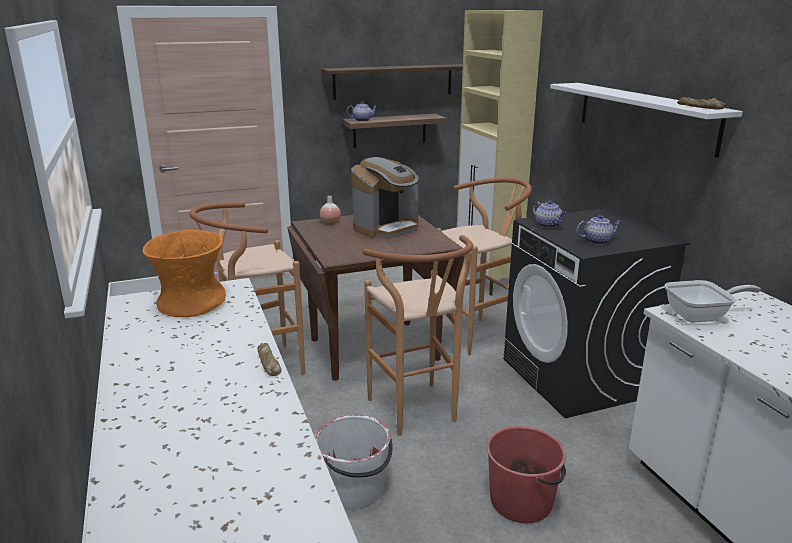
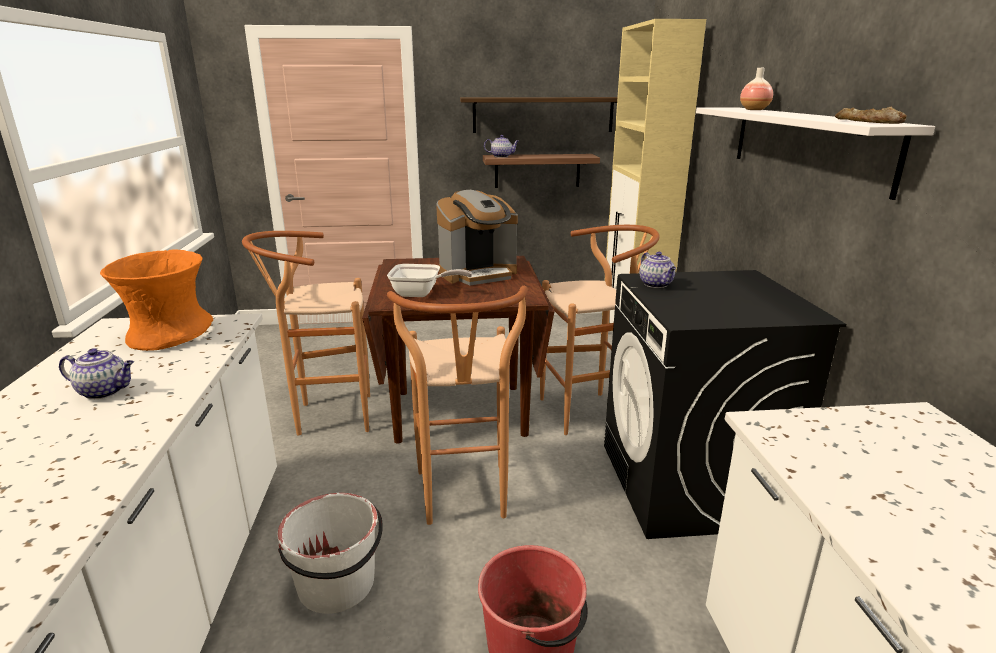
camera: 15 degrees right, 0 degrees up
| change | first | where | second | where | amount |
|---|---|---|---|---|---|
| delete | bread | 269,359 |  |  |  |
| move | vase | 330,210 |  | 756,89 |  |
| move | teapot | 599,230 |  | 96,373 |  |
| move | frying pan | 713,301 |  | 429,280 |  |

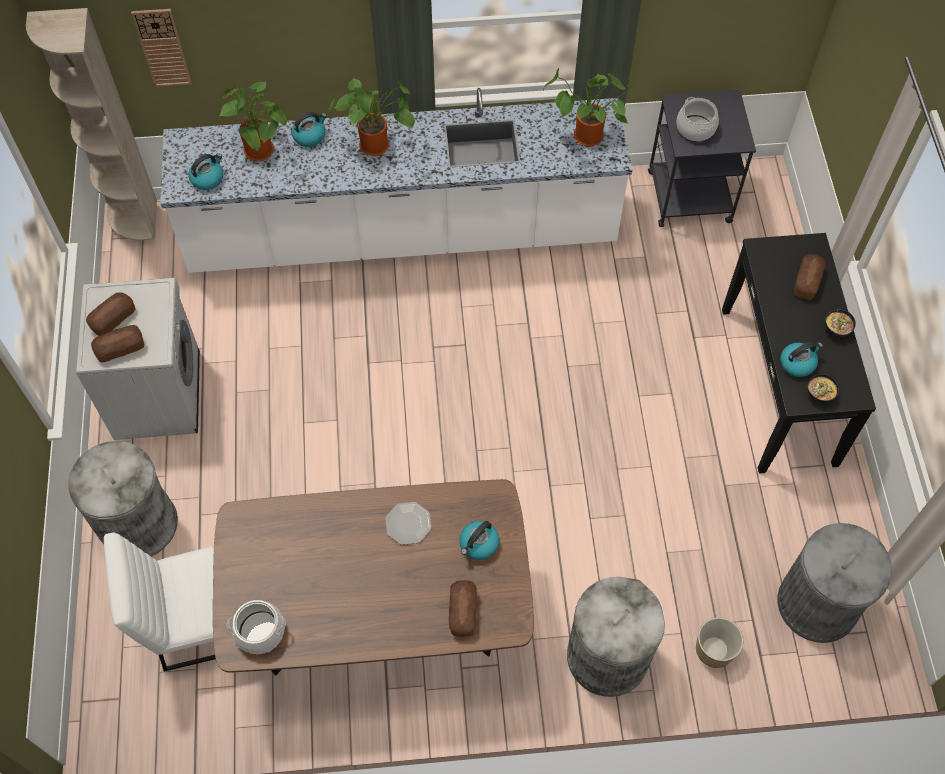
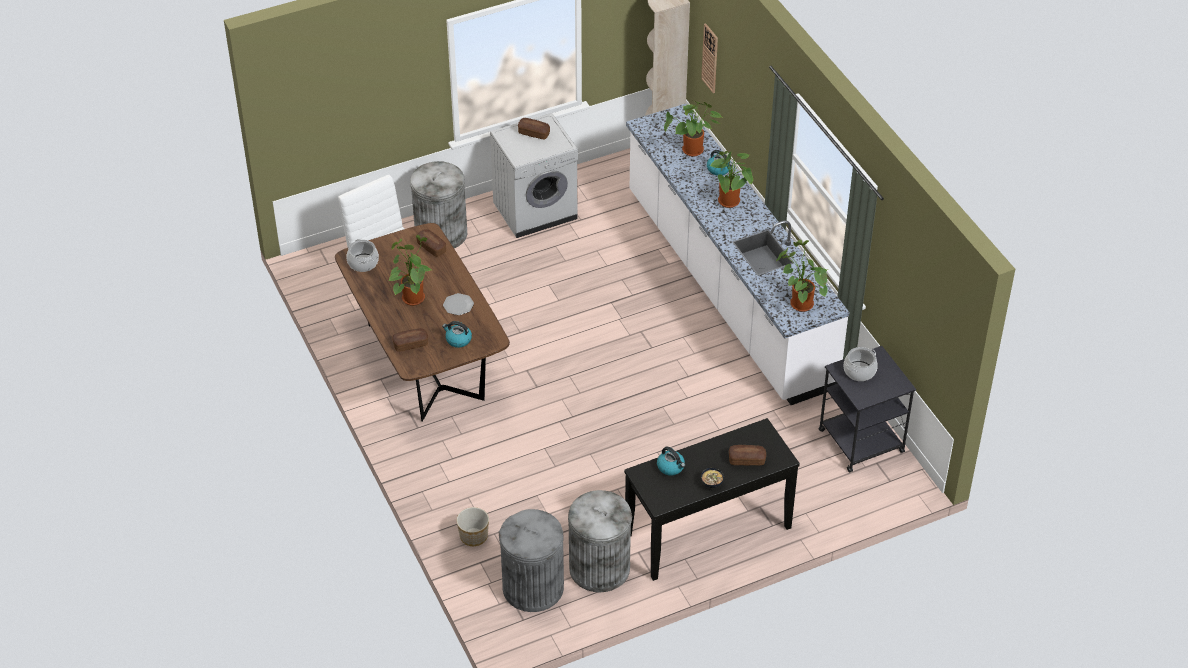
camera: 70 degrees right, 15 degrees down
| change | first | where | second | where | amount |
|---|---|---|---|---|---|
| delete | kettle | 205,171 |  |  |  |
| delete | bowl | 823,388 |  |  |  |
| insert |  |  | potted plant | 409,270 |  |
| move | bread | 117,344 |  | 431,243 |  |
| move | grey trash can | 616,637 |  | 600,541 |  |

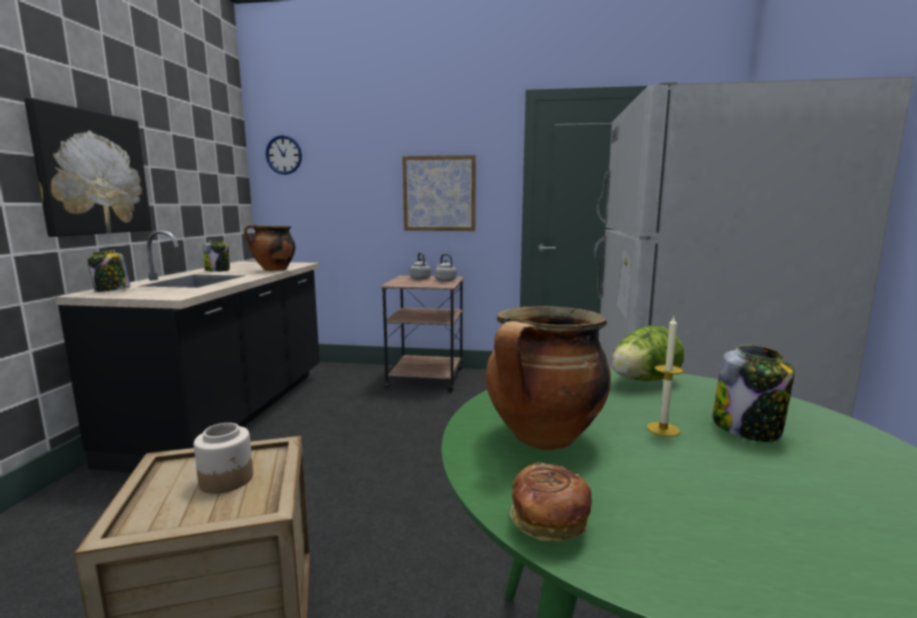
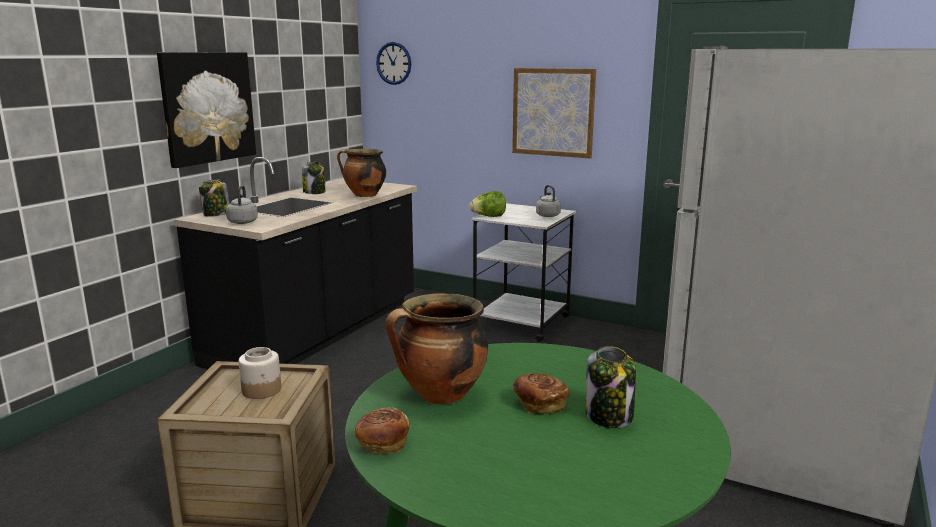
camera: 20 degrees right, 5 degrees up
| change | first | where | second | where | amount |
|---|---|---|---|---|---|
| move | grey kettle | 420,266 |  | 242,204 |  |
| move | lettuce | 648,353 |  | 487,204 |  |
| replace | candle | 665,377 | bread | 541,393 |  |
| recolor | brown cart | 422,334 | white cart | 523,272 |  |

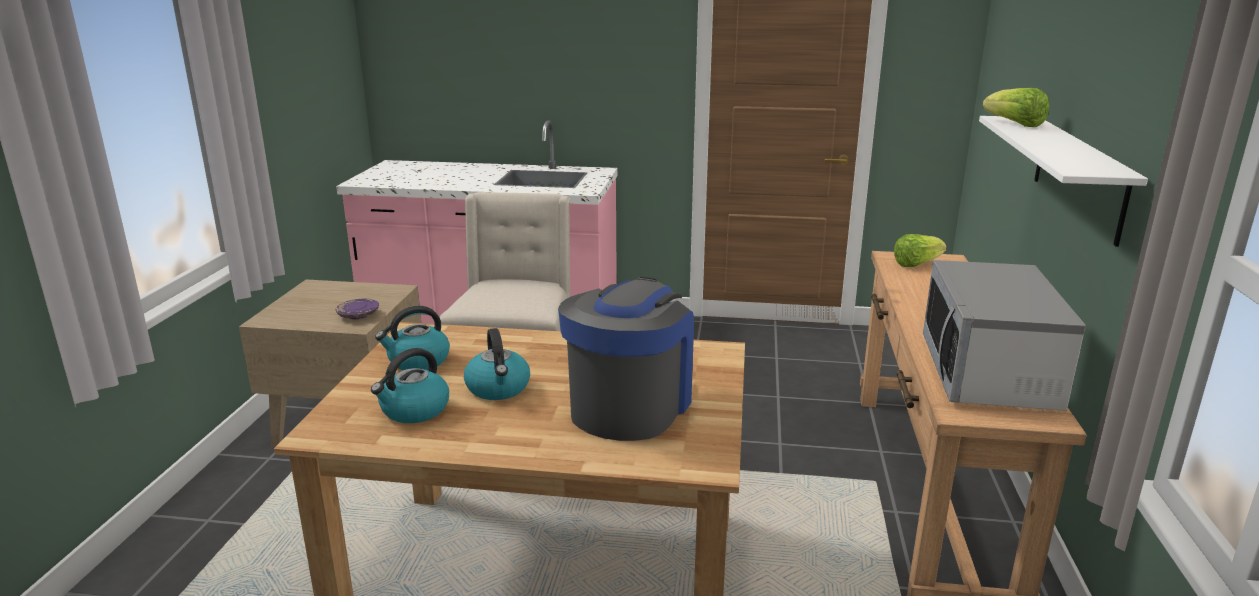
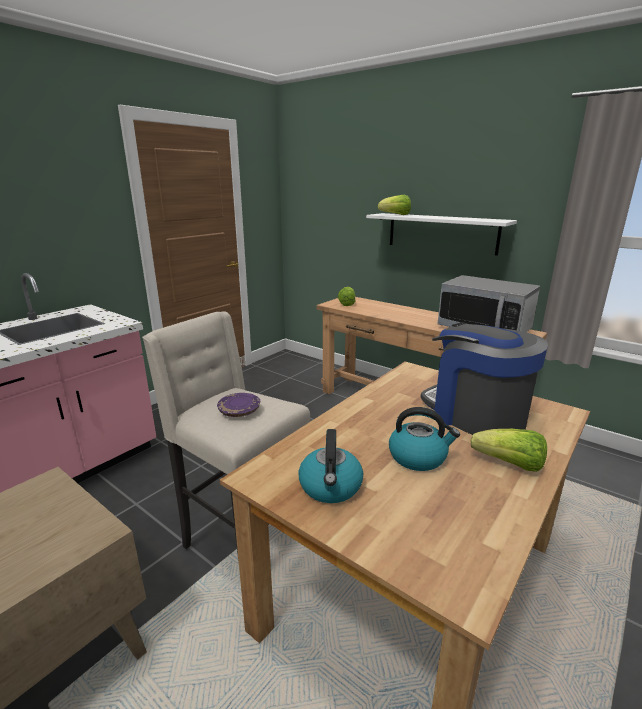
camera: 60 degrees left, 0 degrees up
| change | first | where | second | where | amount |
|---|---|---|---|---|---|
| delete | kettle | 410,385 |  |  |  |
| insert |  |  | lettuce | 508,450 |  |
| move | purple plate | 357,309 |  | 238,405 |  |

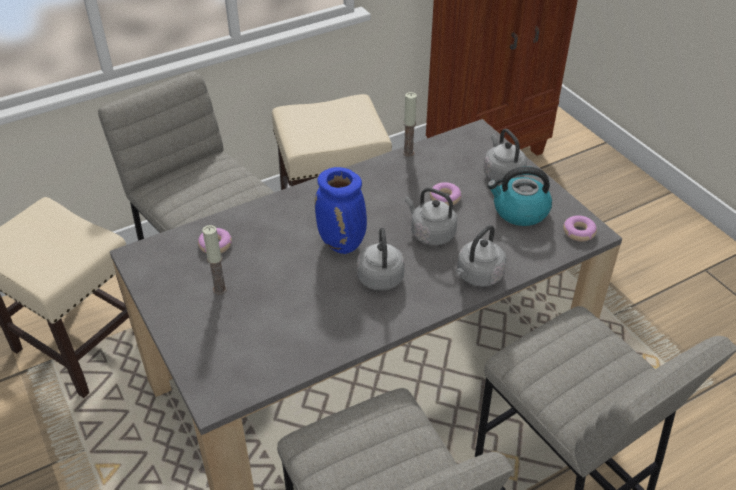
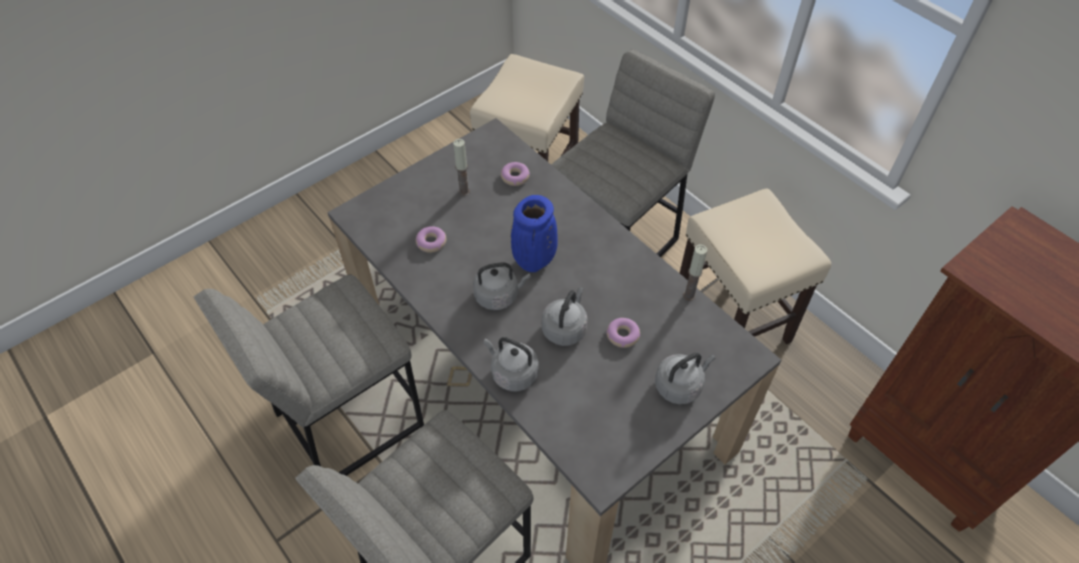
camera: 80 degrees right, 10 degrees up
| change | first | where | second | where | amount |
|---|---|---|---|---|---|
| delete | kettle | 519,196 |  |  |  |
| move | donut | 580,229 |  | 431,239 |  |

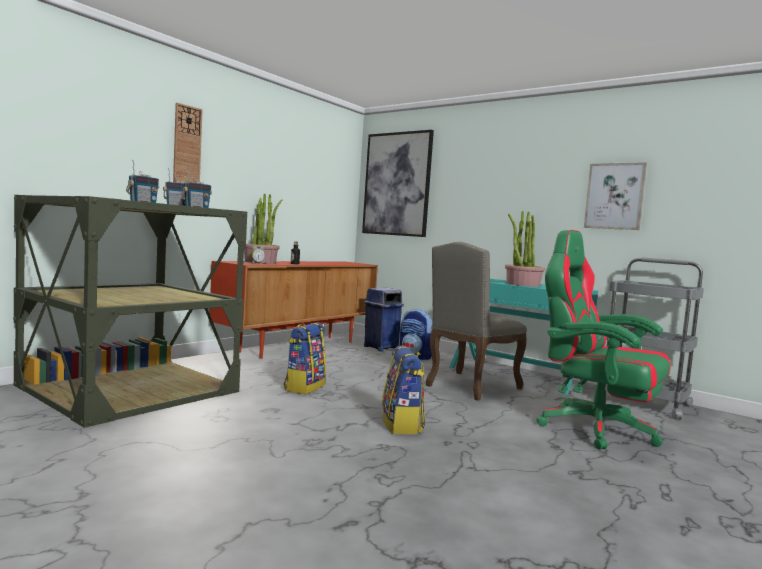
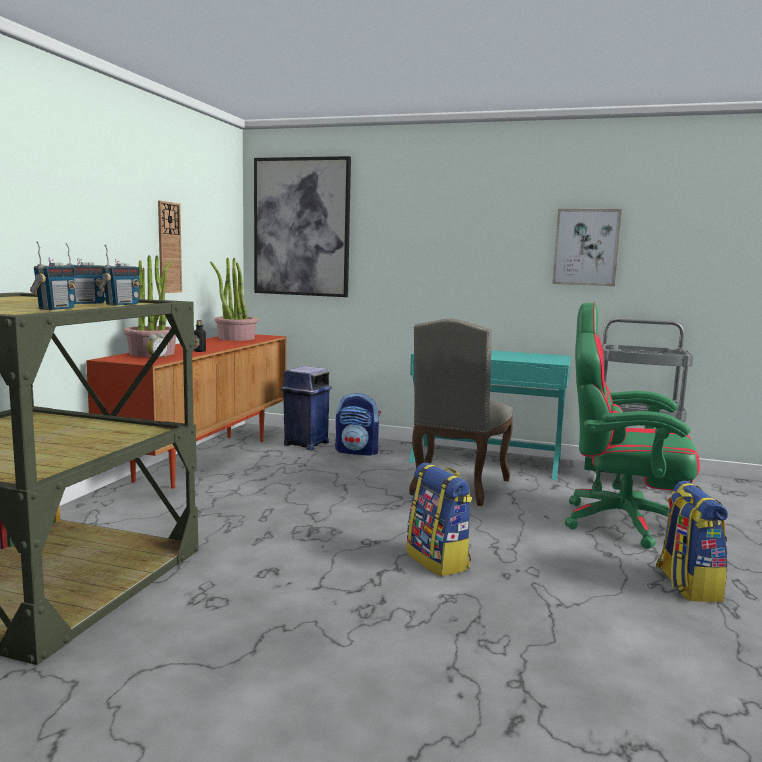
camera: 20 degrees left, 5 degrees up
| change | first | where | second | where | amount |
|---|---|---|---|---|---|
| move | wall clock | 188,143 |  | 170,247 |  |
| move | backpack | 305,358 |  | 691,541 |  |
| move | potted plant | 525,249 |  | 234,299 |  |

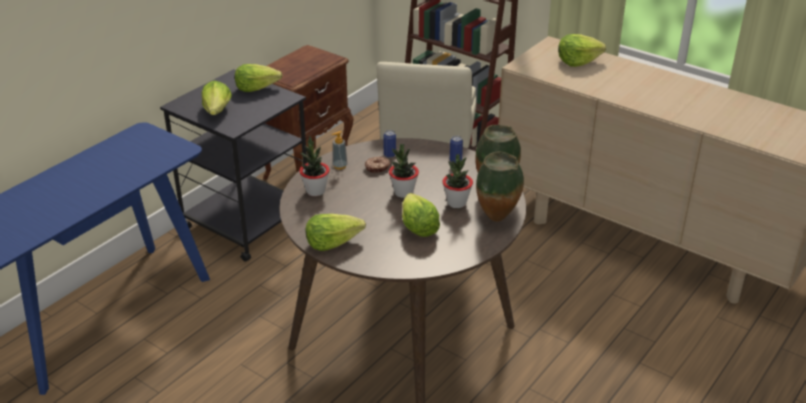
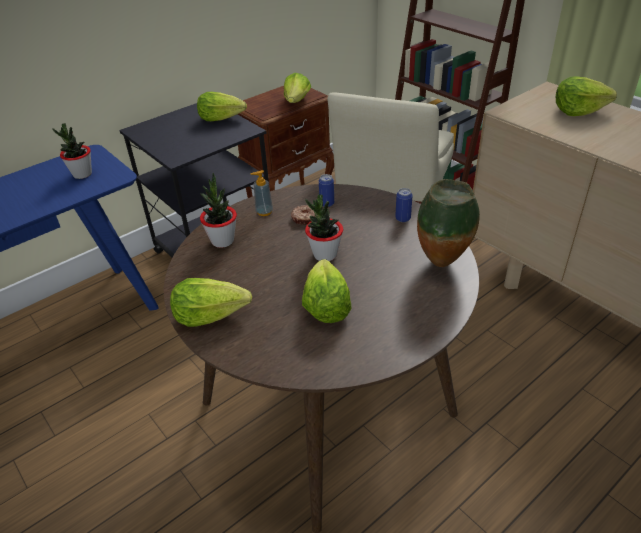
camera: 15 degrees right, 5 degrees up
| change | first | where | second | where | amount |
|---|---|---|---|---|---|
| delete | vase | 500,186 |  |  |  |
| move | lettuce | 217,97 |  | 297,88 |  |
| move | potted plant | 457,181 |  | 72,151 |  |

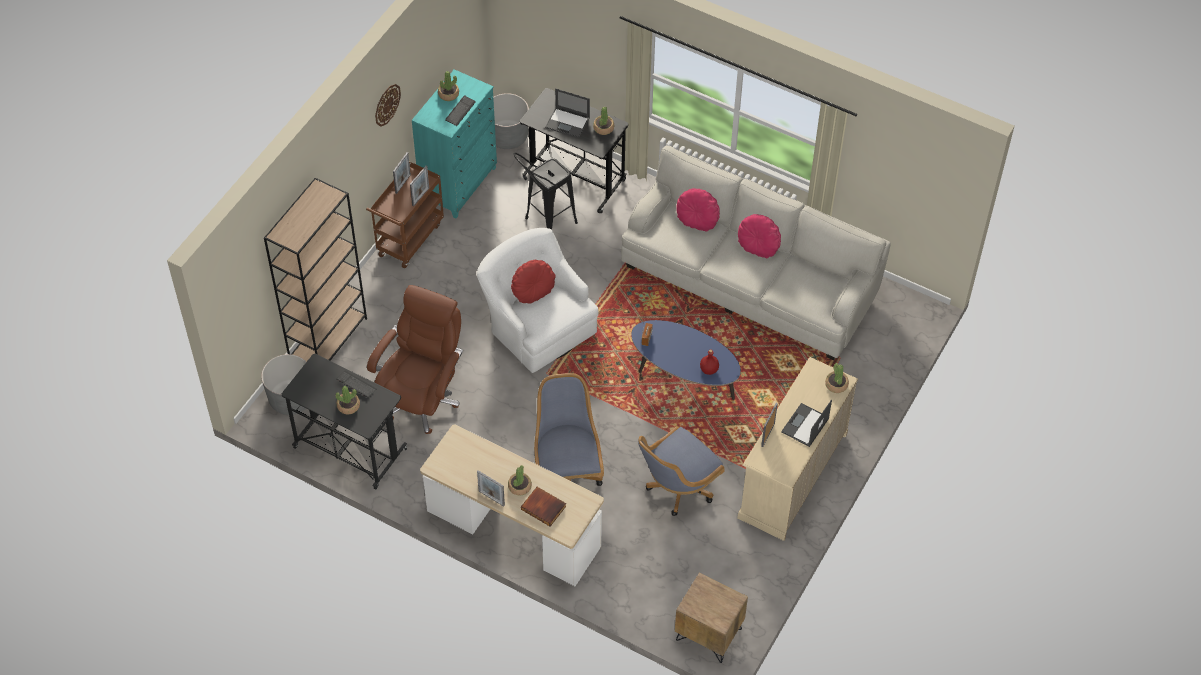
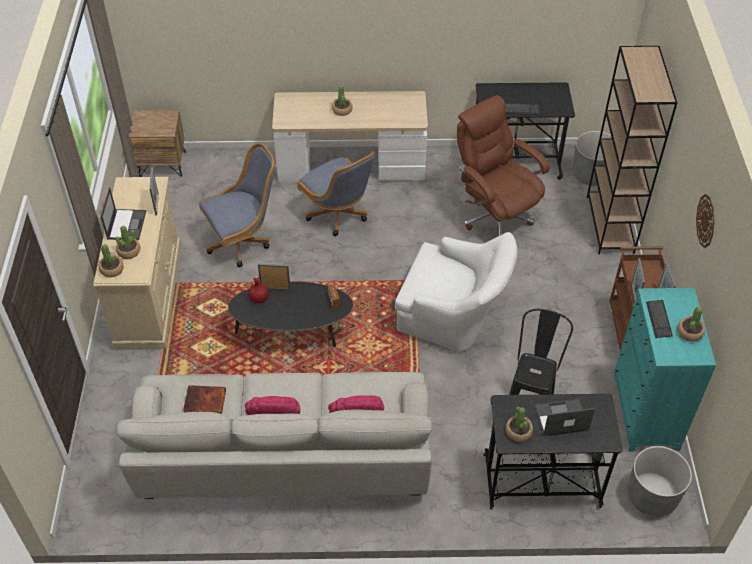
camera: 150 degrees right, 5 degrees down
| change | first | where | second | where | amount |
|---|---|---|---|---|---|
| delete | red pillow | 533,282 |  |  |  |
| move | potted plant | 348,400 |  | 128,242 |  |
| move | picture frame | 491,488 |  | 274,276 |  |
| move | book | 543,506 |  | 204,399 |  |
| recolor | blue coffee table | 686,360 | black coffee table | 290,314 |  |
| rotate | brown office chair | 415,359 |  | 503,165 | 150 degrees clockwise |
| rotate | blue office chair | 681,471 |  | 237,205 | 45 degrees clockwise |

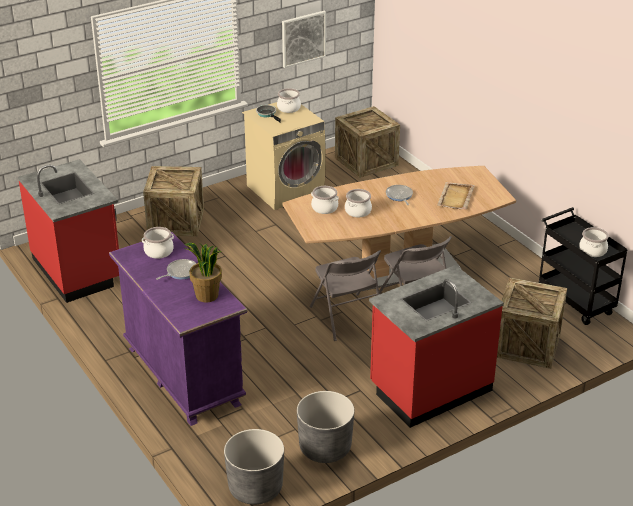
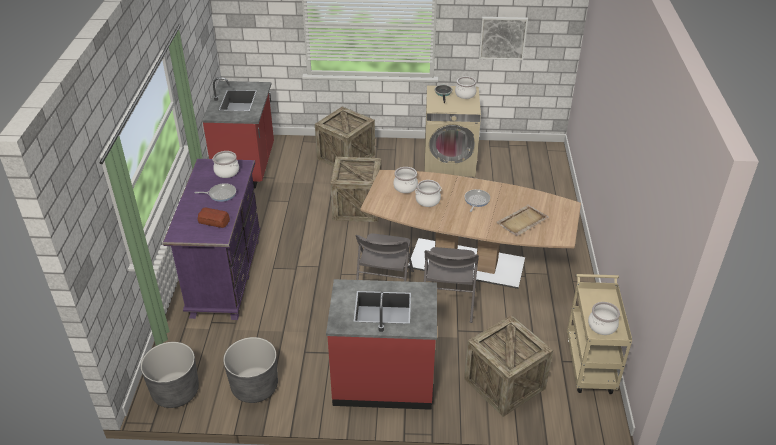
camera: 35 degrees right, 5 degrees up
| change | first | where | second | where | amount |
|---|---|---|---|---|---|
| move | crate | 367,142 |  | 355,189 |  |
| replace | potted plant | 203,273 | bread | 213,217 |  |
| recolor | black cart | 583,266 | beige cart | 599,334 |  |

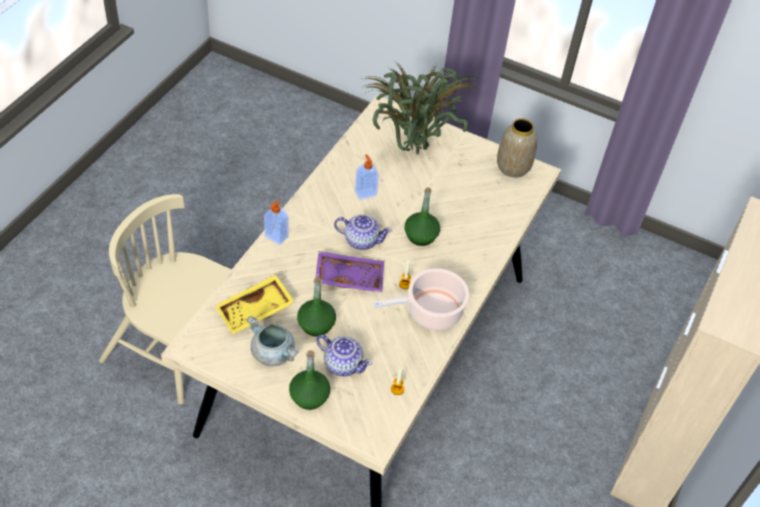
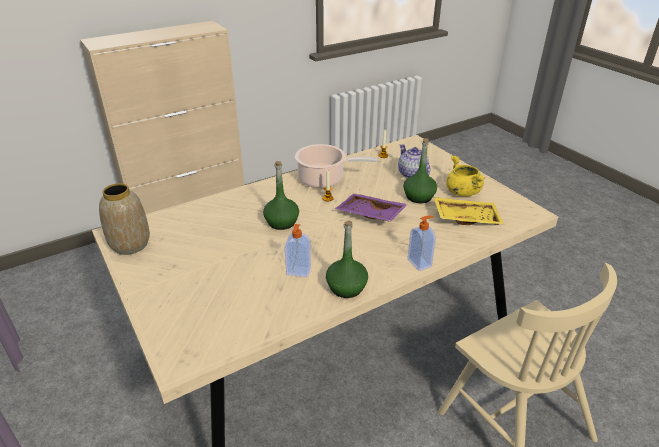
camera: 145 degrees left, 15 degrees down
| change | first | where | second | where | amount |
|---|---|---|---|---|---|
| delete | teapot | 363,232 |  |  |  |
| delete | potted plant | 419,108 |  |  |  |
| move | green bottle | 309,380 |  | 347,259 |  |
| recolor | grey cooking pot | 273,341 | yellow cooking pot | 466,176 |  |

